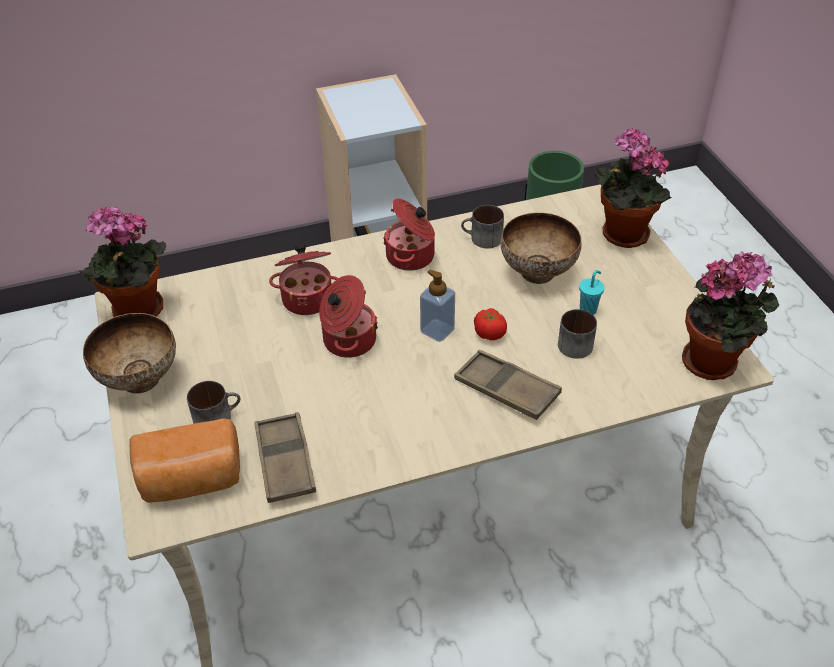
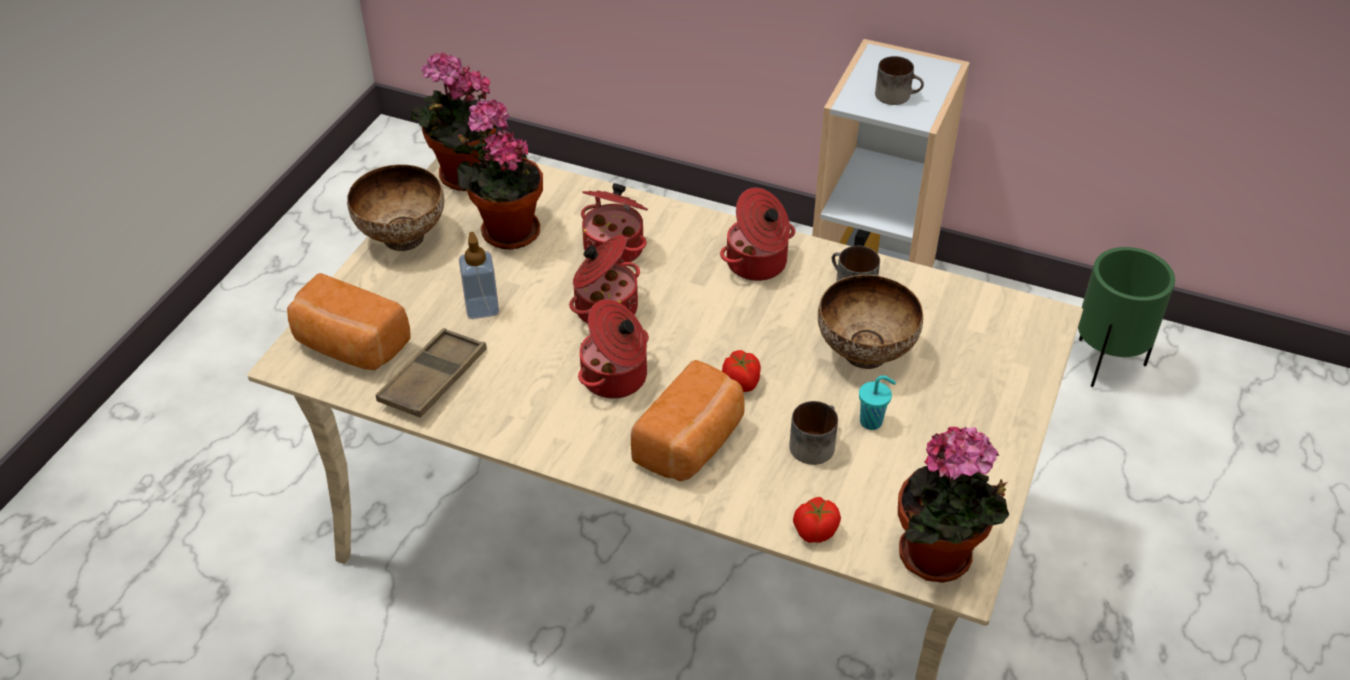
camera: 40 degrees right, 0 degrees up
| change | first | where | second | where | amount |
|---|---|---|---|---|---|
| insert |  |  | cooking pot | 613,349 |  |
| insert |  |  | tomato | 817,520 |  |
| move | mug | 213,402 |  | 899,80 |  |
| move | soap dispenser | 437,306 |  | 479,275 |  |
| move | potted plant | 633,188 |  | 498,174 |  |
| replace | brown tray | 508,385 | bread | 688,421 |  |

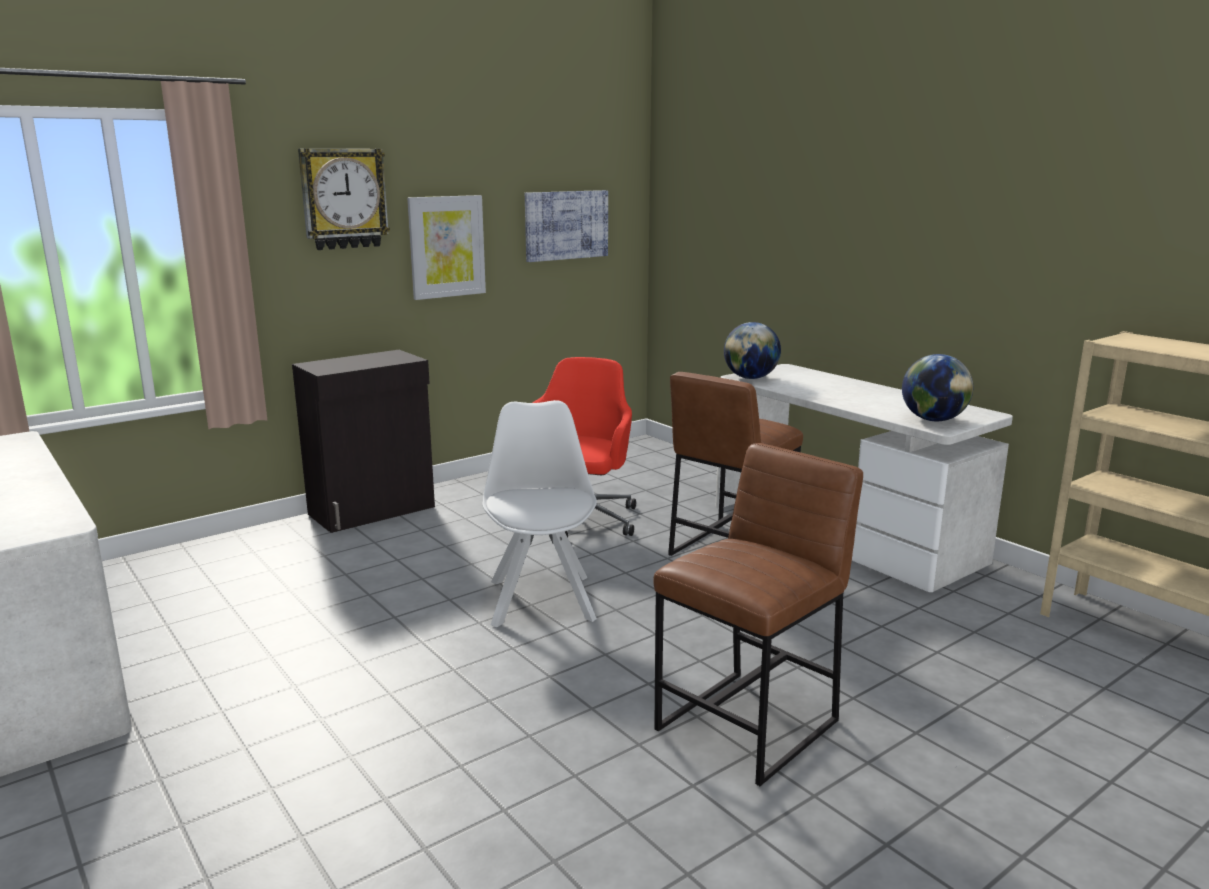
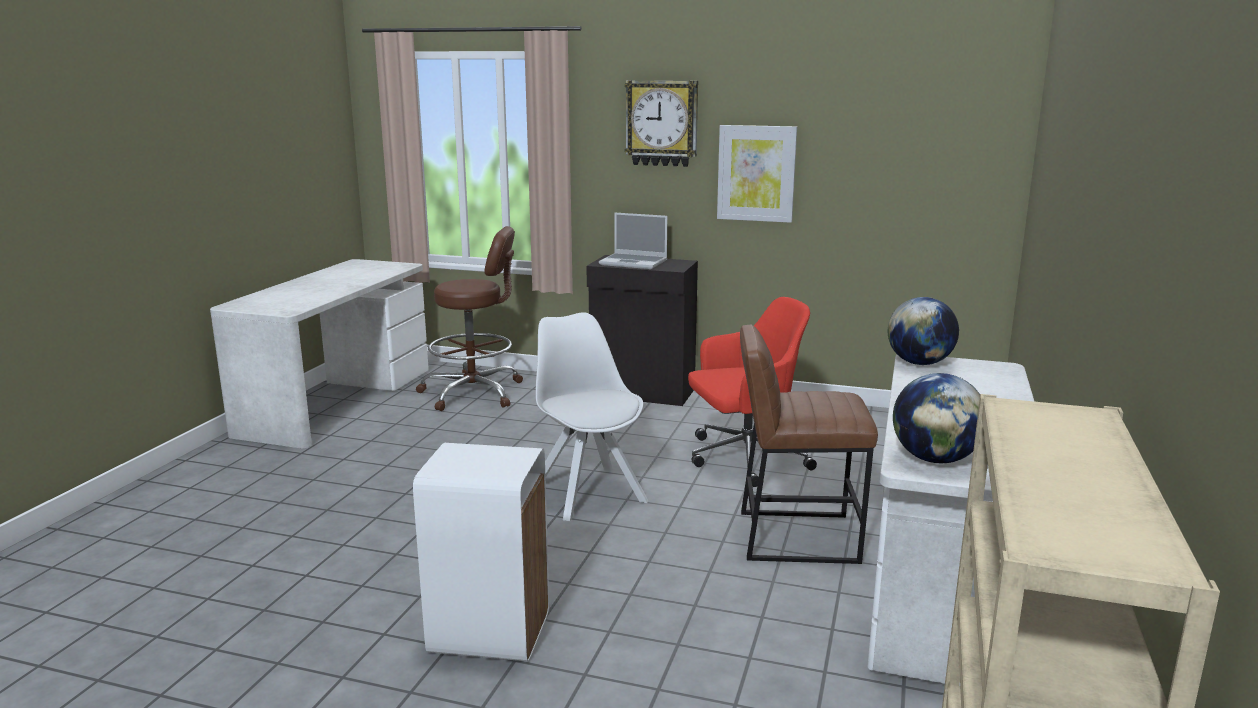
camera: 55 degrees right, 0 degrees up
| change | first | where | second | where | amount |
|---|---|---|---|---|---|
| delete | picture | 566,226 |  |  |  |
| insert |  |  | brown stool | 469,318 |  |
| insert |  |  | laptop | 633,241 |  |
| replace | brown chair | 758,614 | white trash can | 481,552 |  |
| rotate | white chair | 539,513 |  | 592,417 | 75 degrees counterclockwise |

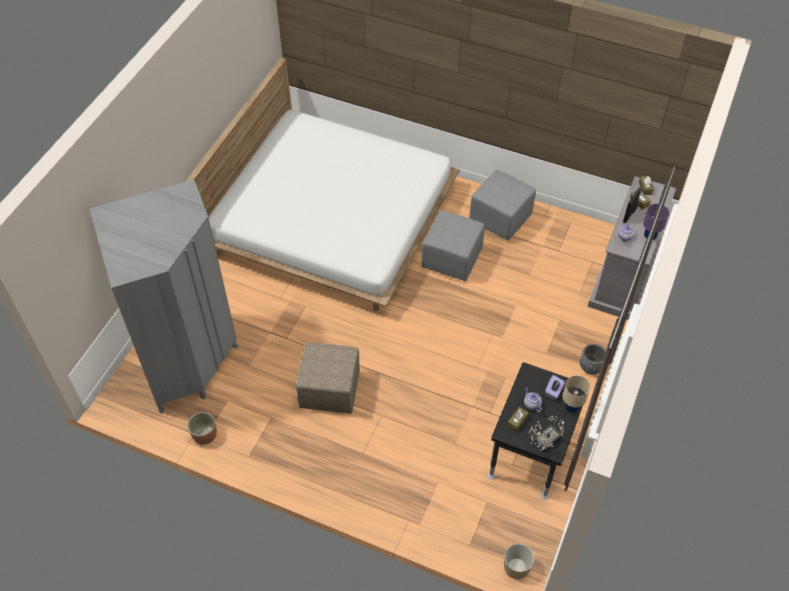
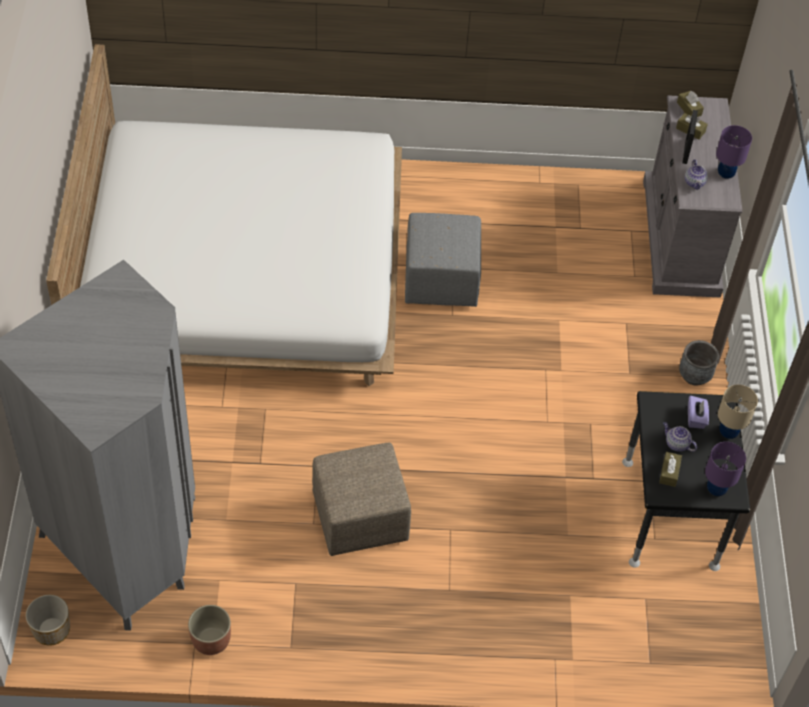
camera: 25 degrees left, 0 degrees up
| change | first | where | second | where | amount |
|---|---|---|---|---|---|
| delete | grey ottoman | 502,205 |  |  |  |
| move | planter | 519,561 |  | 48,620 |  |
| replace | potted plant | 546,434 | purple table lamp | 725,469 |  |

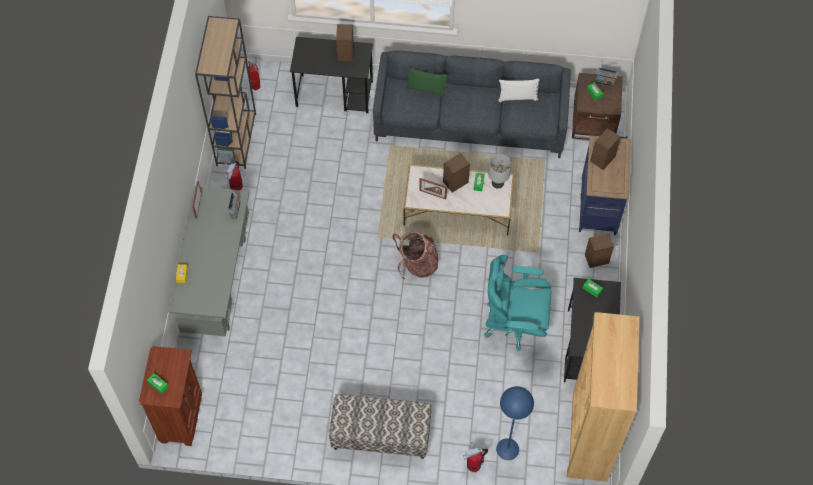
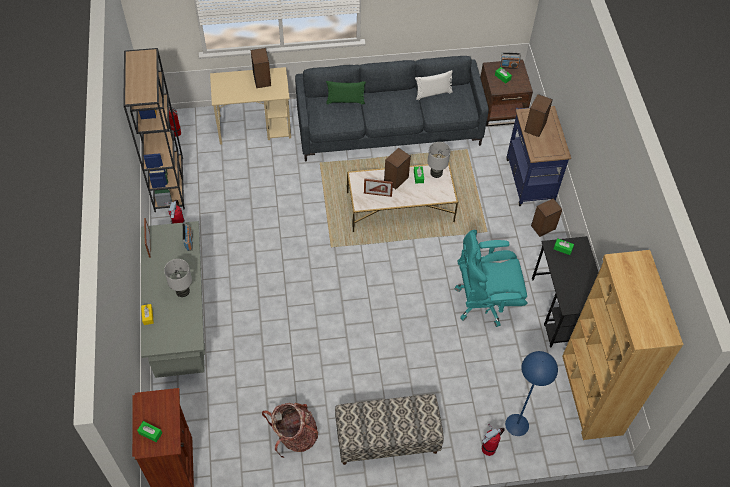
camera: 15 degrees left, 5 degrees down
| change | first | where | second | where | amount |
|---|---|---|---|---|---|
| insert |  |  | grey table lamp | 178,278 |  |
| move | backpack | 415,255 |  | 290,430 |  |
| recolor | black desk | 331,75 | beige desk | 250,106 |  |

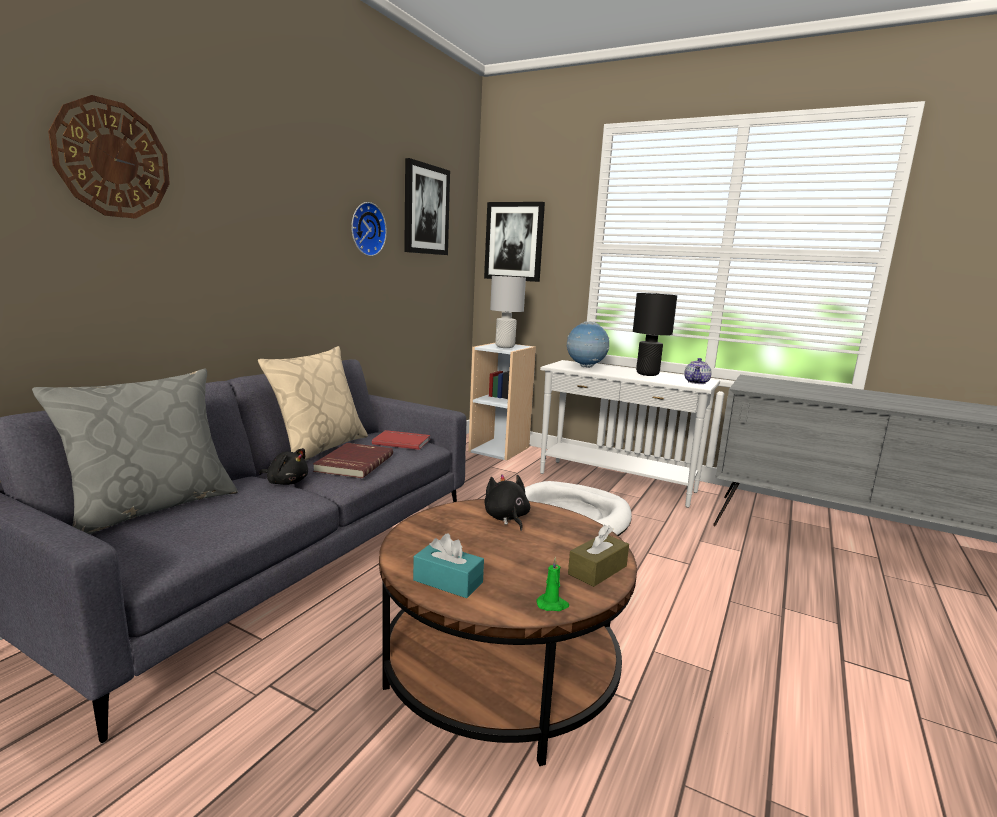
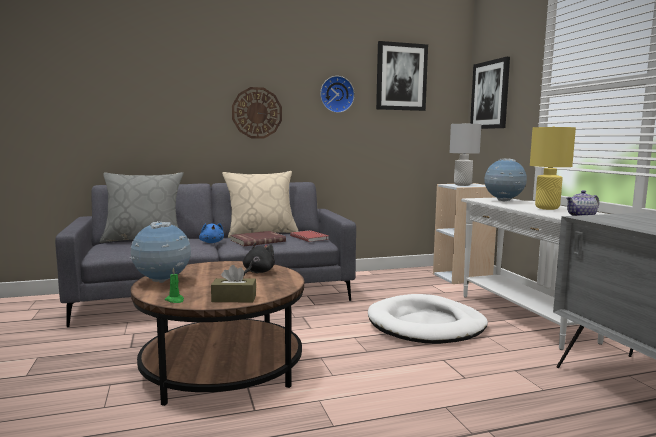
camera: 45 degrees right, 5 degrees down
| change | first | where | second | where | amount |
|---|---|---|---|---|---|
| move | wall clock | 109,157 |  | 257,113 |  |
| replace | turquoise tissue box | 448,566 | globe | 160,252 |  |
| recolor | black plush toy | 283,466 | blue plush toy | 211,233 |  |
| recolor | black table lamp | 655,334 | yellow table lamp | 553,168 |  |

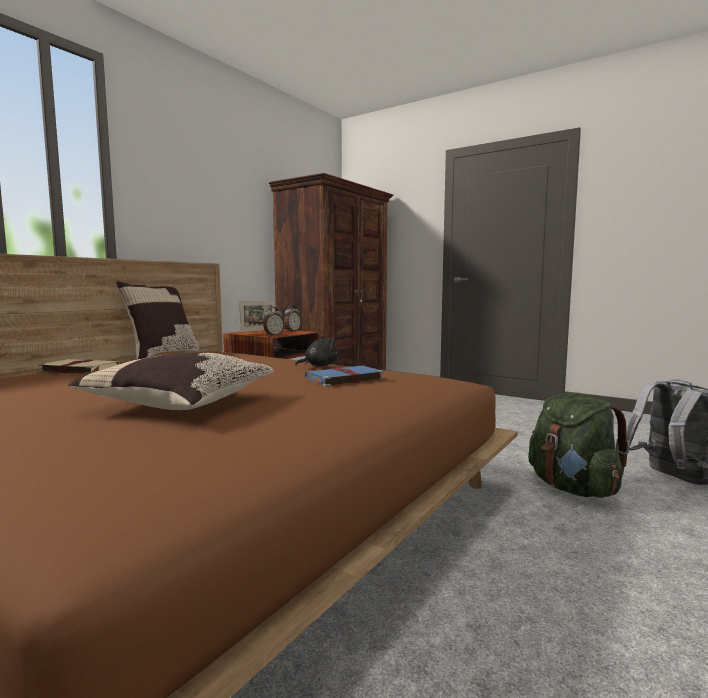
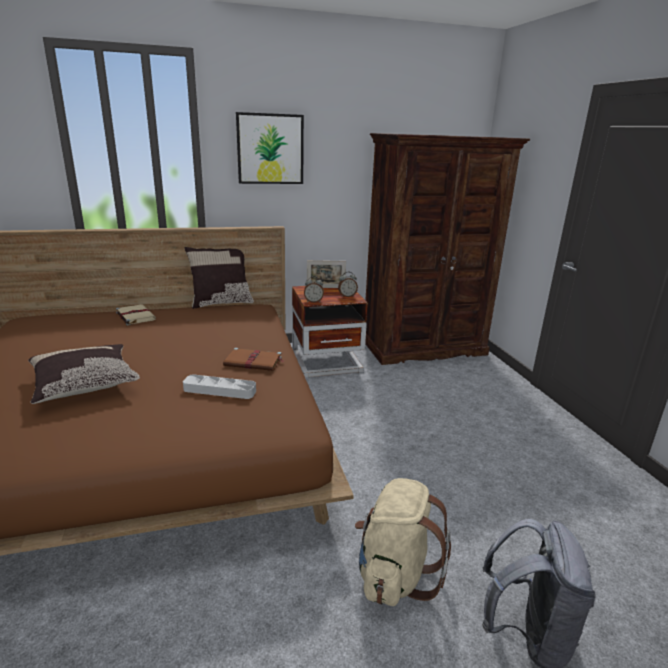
camera: 40 degrees right, 15 degrees up
| change | first | where | second | where | amount |
|---|---|---|---|---|---|
| insert |  |  | picture | 270,148 |  |
| replace | black plush toy | 316,351 | brown book | 254,359 |  |
| replace | blue book | 344,376 | grey tray | 219,386 |  |
| recolor | green backpack | 579,445 | beige backpack | 403,542 |  |

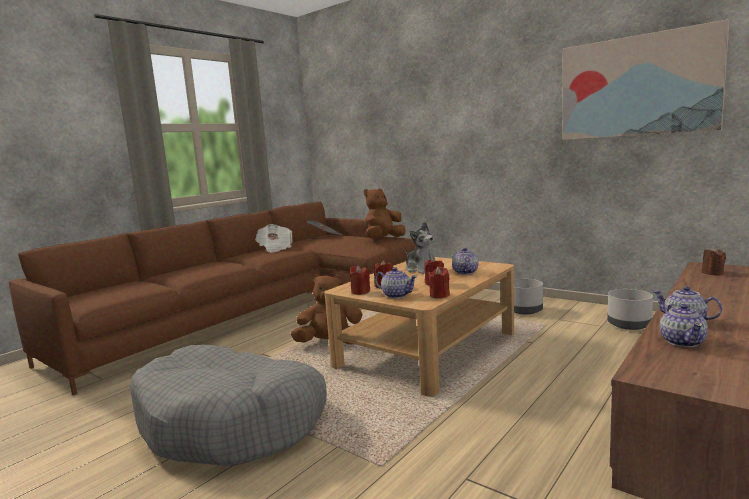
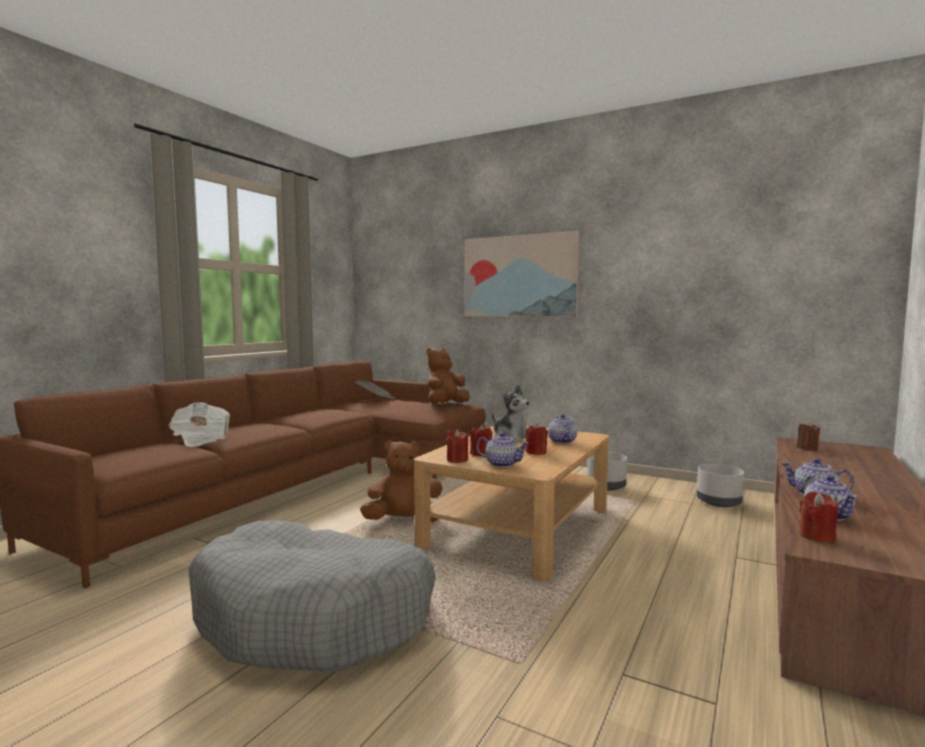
camera: 10 degrees left, 5 degrees down
| change | first | where | second | where | amount |
|---|---|---|---|---|---|
| move | newspaper | 274,238 |  | 199,425 |  |
| move | red candle | 439,282 |  | 819,517 |  |
| move | picture | 645,79 |  | 522,274 |  |

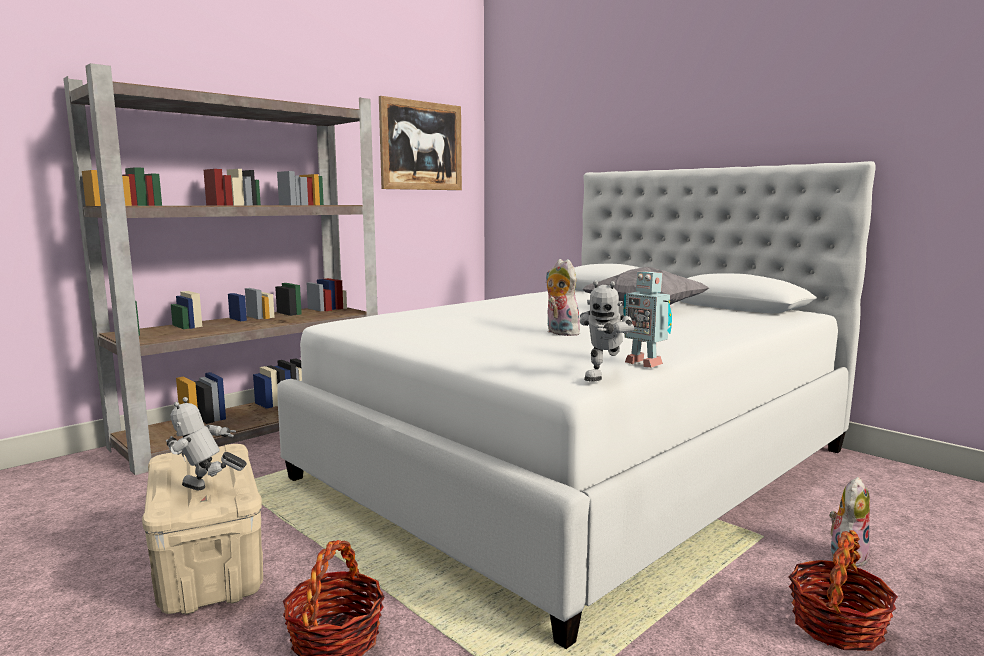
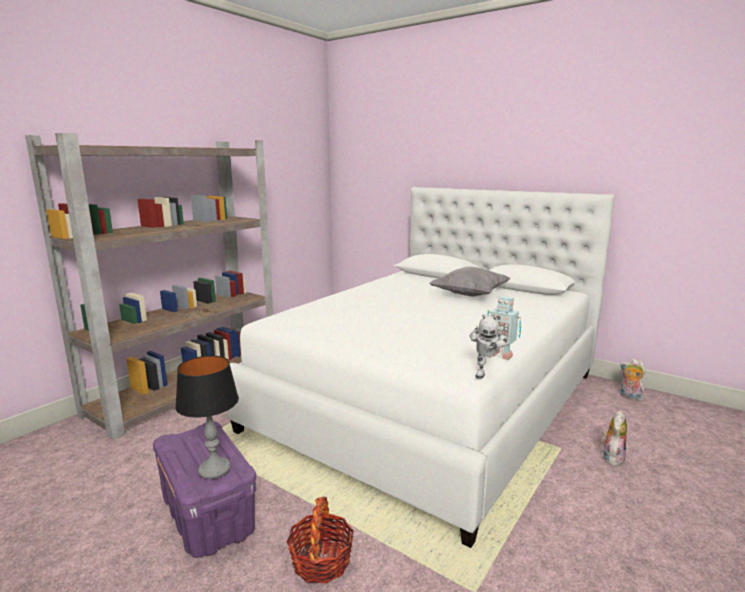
camera: 10 degrees left, 5 degrees up
| change | first | where | second | where | amount |
|---|---|---|---|---|---|
| delete | picture | 420,143 |  |  |  |
| delete | basket | 843,590 |  |  |  |
| move | plush toy | 563,297 |  | 633,380 |  |
| replace | toy robot | 206,443 | table lamp | 207,417 |  |
| recolor | beige storage box | 202,529 | purple storage box | 204,489 |  |

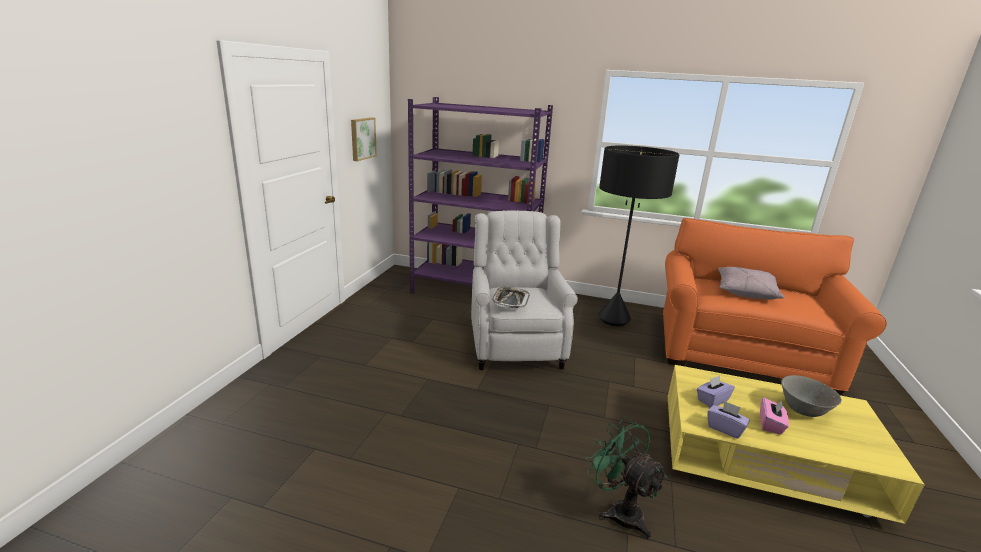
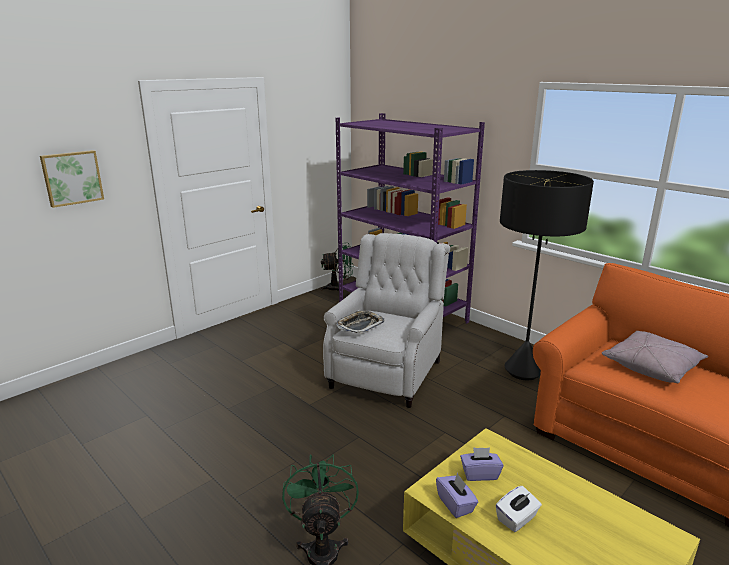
camera: 30 degrees right, 0 degrees up
| change | first | where | second | where | amount |
|---|---|---|---|---|---|
| delete | grey bowl | 811,396 |  |  |  |
| insert |  |  | green fan | 337,269 |  |
| move | picture | 364,139 |  | 72,179 |  |
| recolor | pink tissue box | 774,416 | white tissue box | 519,509 |  |

